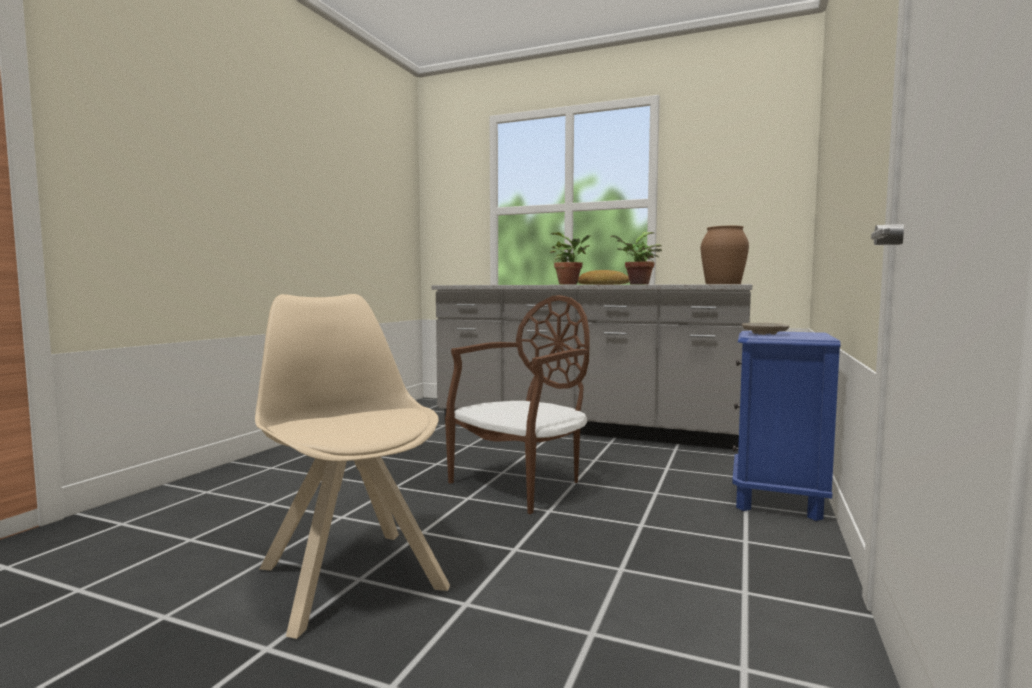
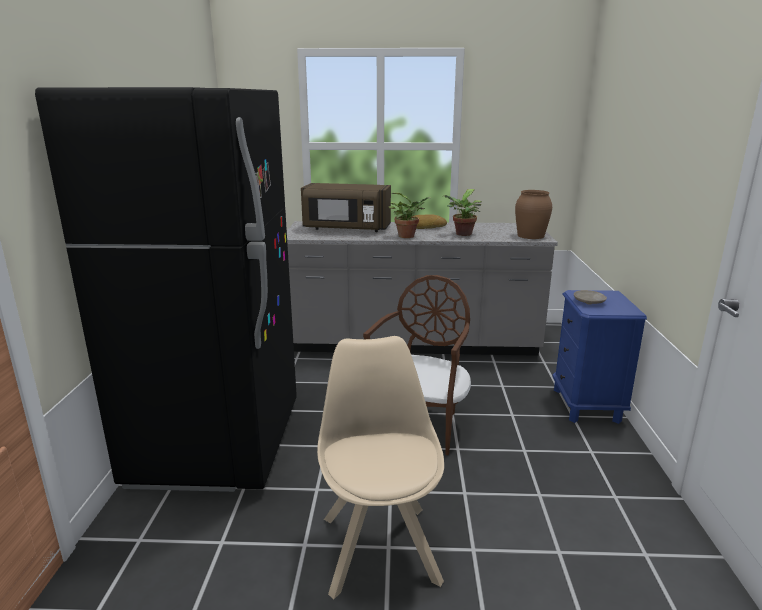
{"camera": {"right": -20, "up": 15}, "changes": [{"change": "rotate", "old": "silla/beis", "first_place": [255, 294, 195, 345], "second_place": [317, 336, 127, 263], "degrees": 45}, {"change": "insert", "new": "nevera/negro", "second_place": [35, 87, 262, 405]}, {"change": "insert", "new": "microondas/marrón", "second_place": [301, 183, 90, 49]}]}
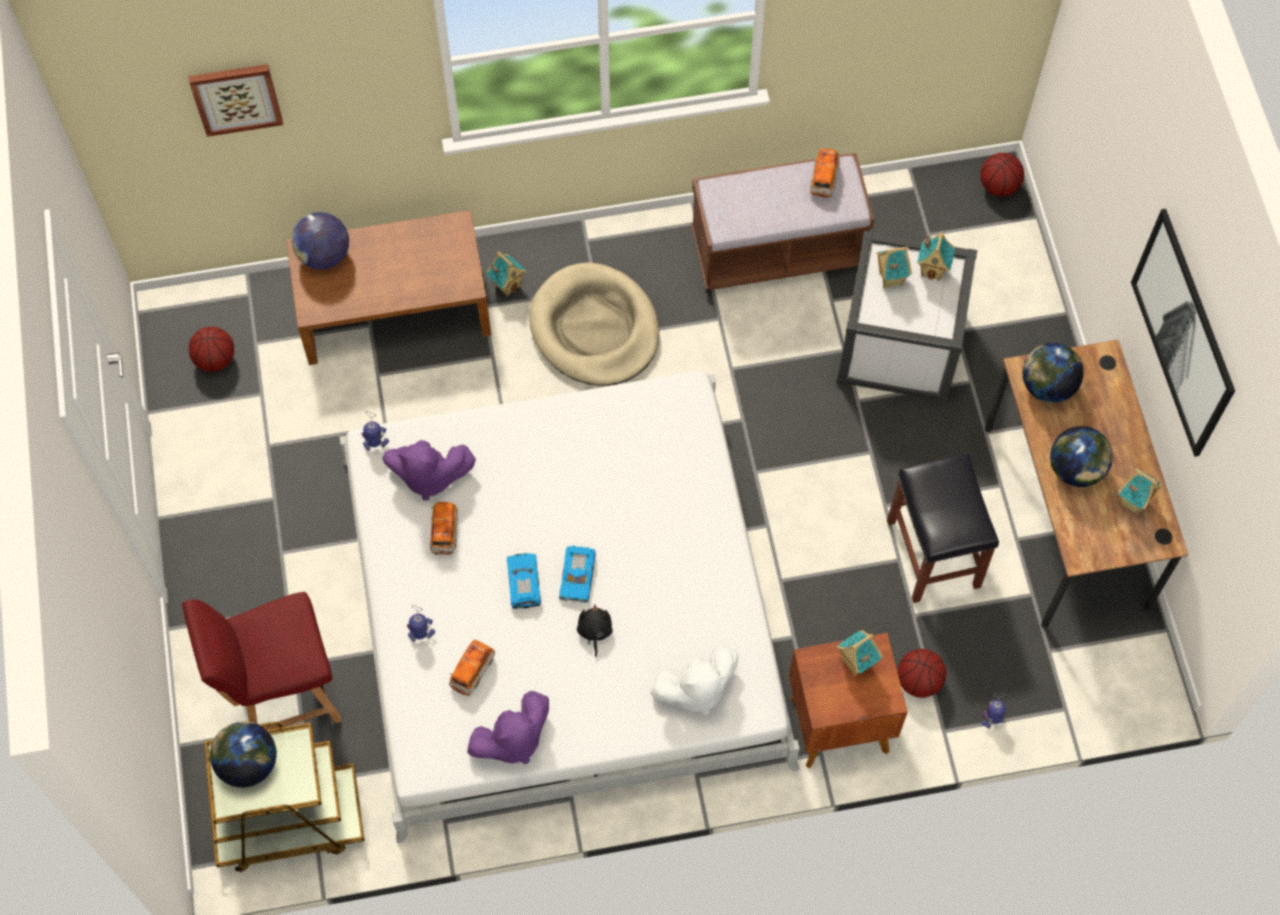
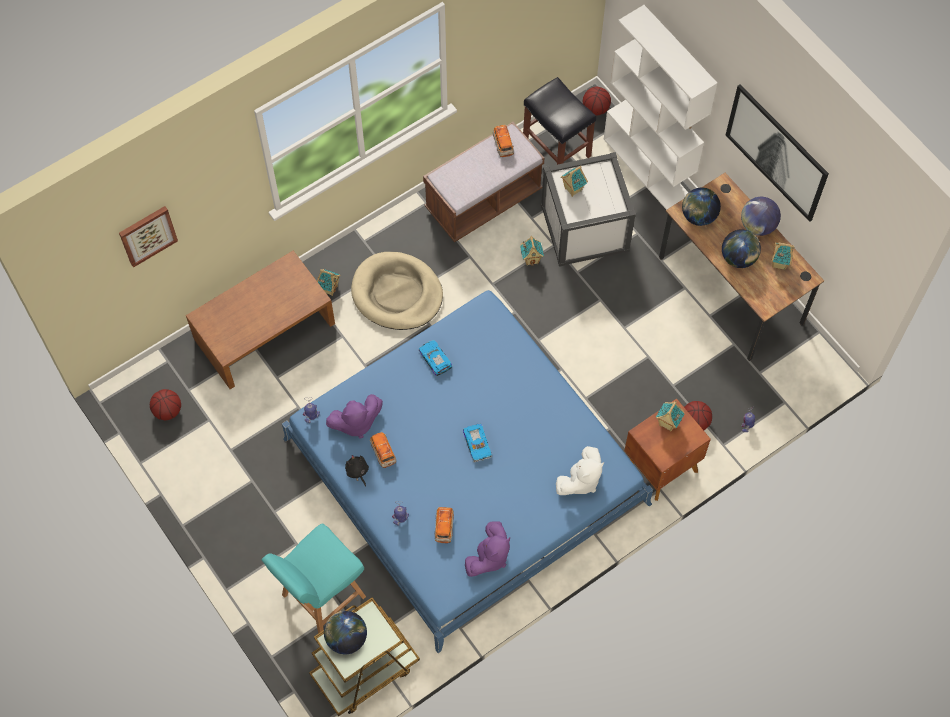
{"camera": {"right": -25, "up": 0}, "changes": [{"change": "recolor", "old": "silla/rojo", "new": "silla/turquesa", "first_place": [182, 592, 160, 138], "second_place": [261, 523, 105, 111]}, {"change": "move", "old": "globo terráqueo", "first_place": [291, 212, 58, 58], "second_place": [741, 197, 40, 39]}, {"change": "recolor", "old": "cama/blanco", "new": "cama/azul", "first_place": [339, 371, 461, 472], "second_place": [282, 290, 371, 363]}, {"change": "move", "old": "coche de juguete", "first_place": [506, 553, 35, 55], "second_place": [418, 340, 34, 36]}, {"change": "move", "old": "peluche/negro", "first_place": [577, 604, 36, 53], "second_place": [345, 455, 24, 31]}, {"change": "move", "old": "taburete/negro", "first_place": [887, 454, 112, 149], "second_place": [523, 77, 73, 88]}, {"change": "move", "old": "casita", "first_place": [917, 232, 38, 49], "second_place": [520, 236, 24, 30]}, {"change": "insert", "new": "estantería/blanco", "second_place": [604, 5, 113, 205]}]}
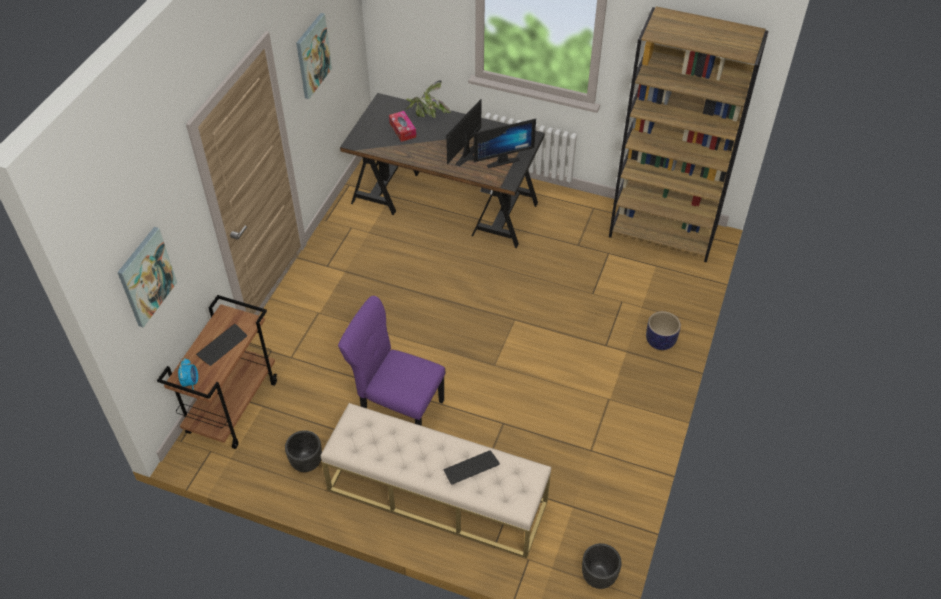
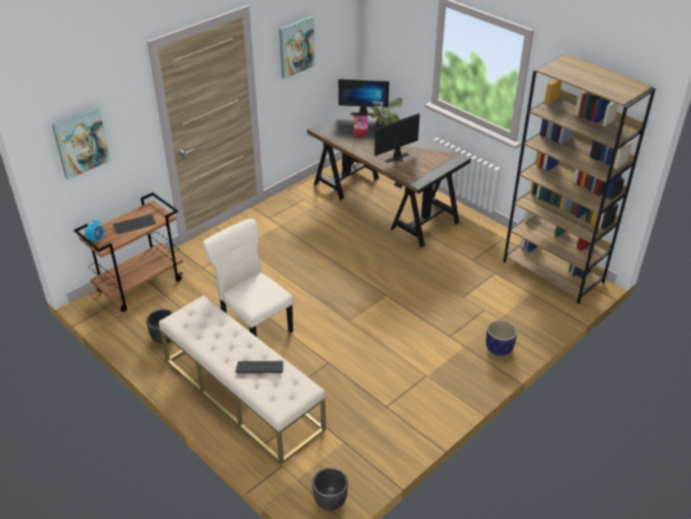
{"camera": {"right": 25, "up": -10}, "changes": [{"change": "recolor", "old": "silla/morado", "new": "silla/beis", "first_place": [338, 296, 107, 130], "second_place": [203, 218, 90, 119]}, {"change": "move", "old": "monitor", "first_place": [474, 119, 62, 49], "second_place": [338, 79, 51, 37]}]}
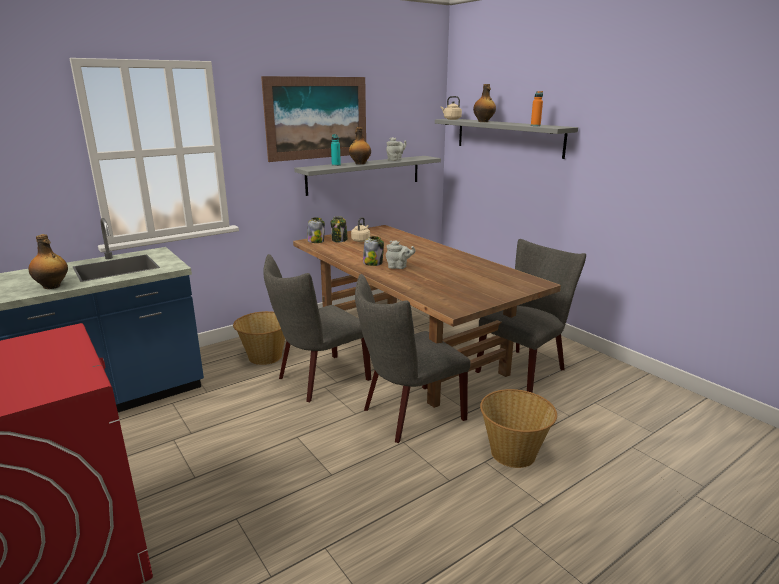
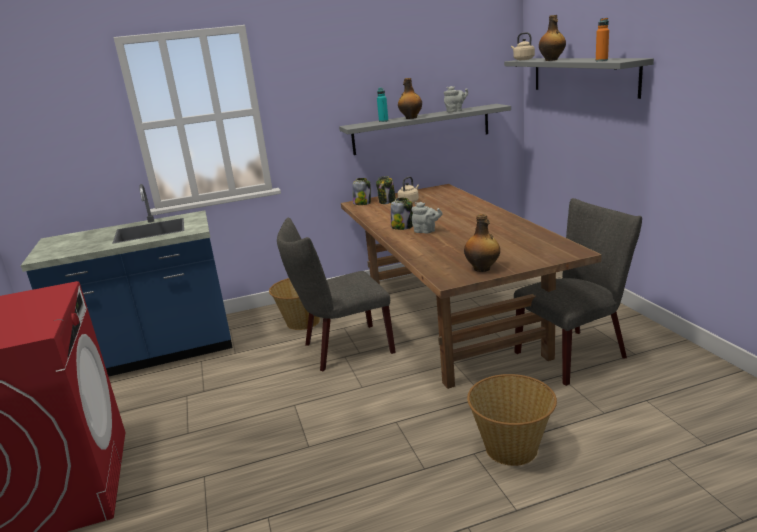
{"camera": {"right": 20, "up": 0}, "changes": [{"change": "move", "old": "botella", "first_place": [29, 234, 39, 55], "second_place": [464, 214, 36, 58]}, {"change": "delete", "old": "cuadro", "first_place": [261, 76, 105, 86]}, {"change": "delete", "old": "silla/gris", "first_place": [355, 274, 116, 169]}]}
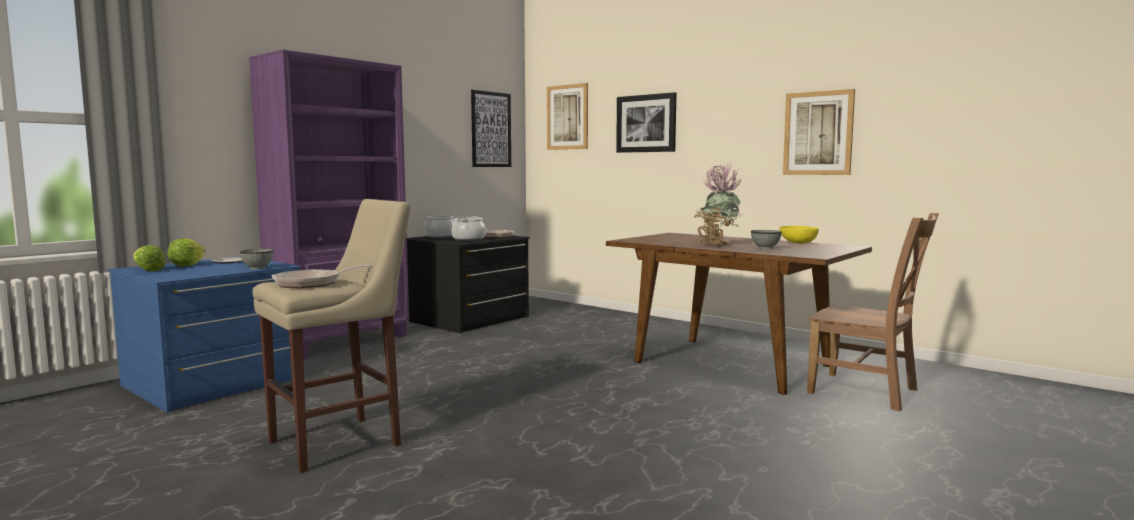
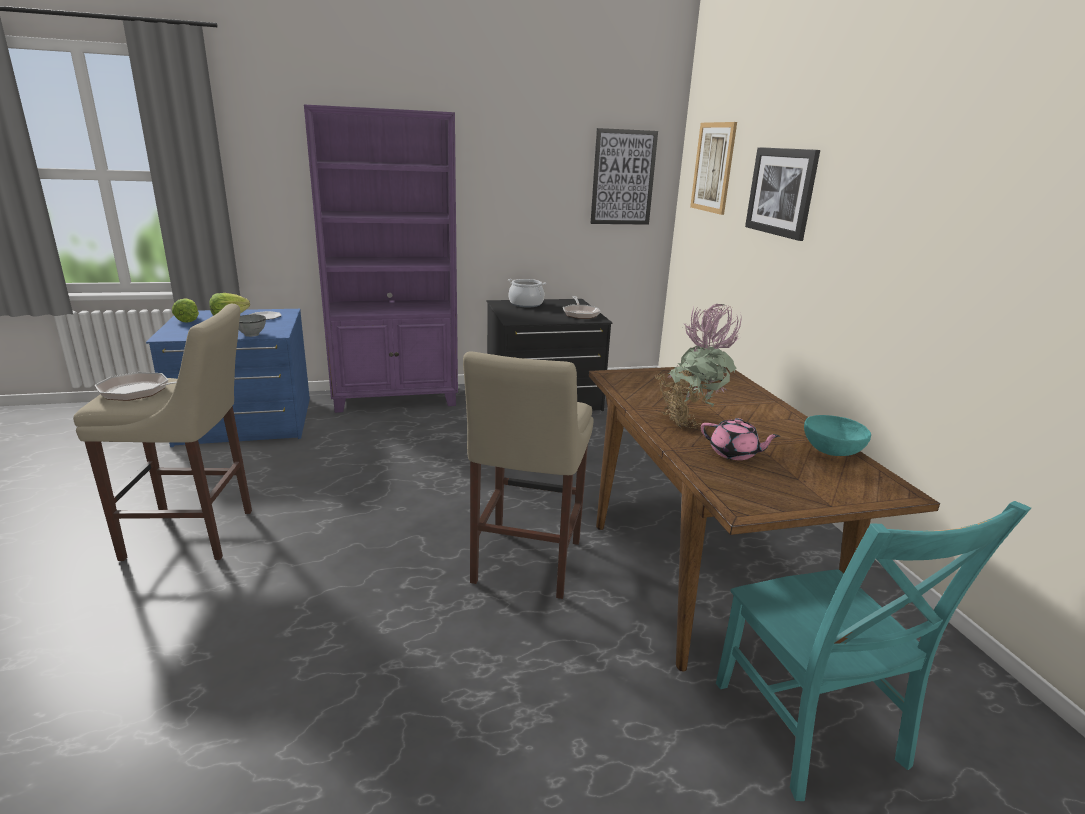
{"camera": {"right": 35, "up": 15}, "changes": [{"change": "delete", "old": "olla", "first_place": [452, 216, 34, 25]}, {"change": "replace", "old": "cuenco/gris", "new": "tetera/rosa", "first_place": [751, 230, 31, 19], "second_place": [701, 418, 79, 42]}, {"change": "recolor", "old": "cuenco/amarillo", "new": "cuenco/turquesa", "first_place": [779, 226, 40, 18], "second_place": [804, 415, 67, 41]}, {"change": "delete", "old": "cuadro", "first_place": [783, 89, 72, 86]}, {"change": "recolor", "old": "silla/marrón", "new": "silla/turquesa", "first_place": [807, 213, 132, 198], "second_place": [716, 501, 315, 300]}, {"change": "insert", "new": "taburete/beis", "second_place": [463, 351, 131, 248]}]}
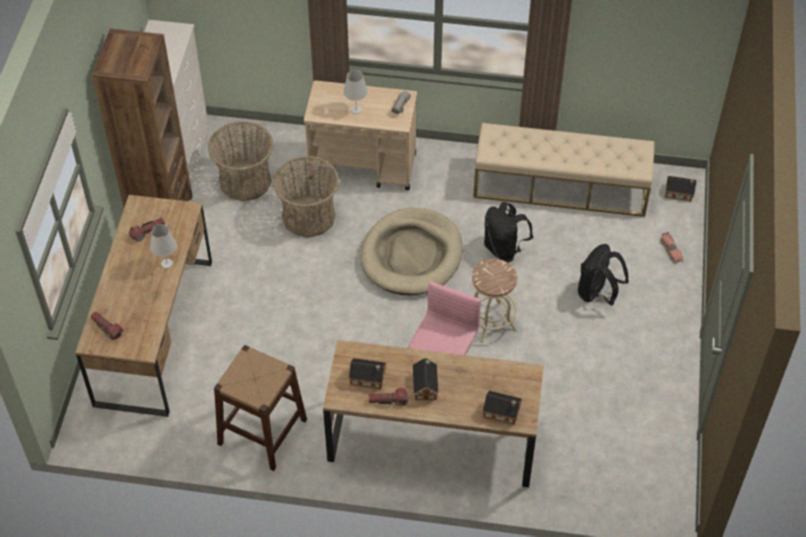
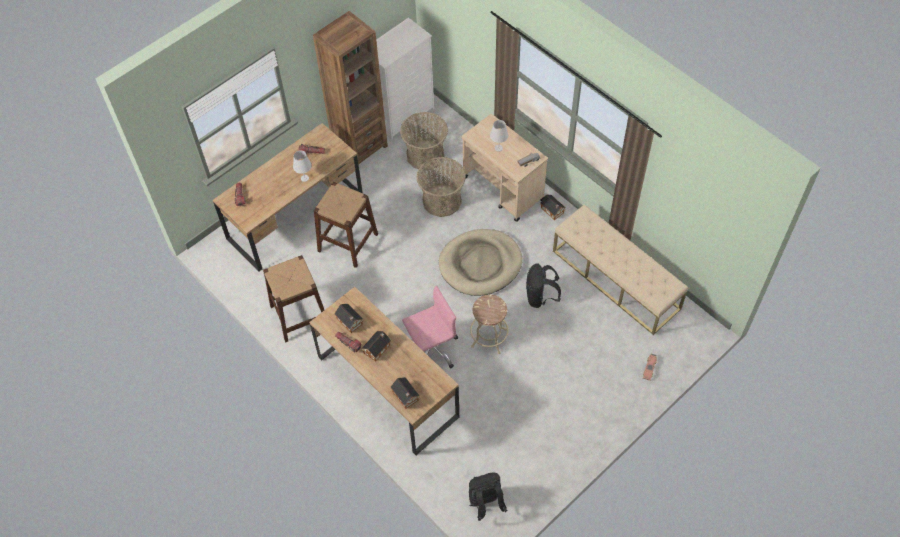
{"camera": {"right": 40, "up": 5}, "changes": [{"change": "move", "old": "mochila/negro", "first_place": [578, 244, 51, 61], "second_place": [469, 473, 38, 48]}, {"change": "move", "old": "casita", "first_place": [665, 176, 32, 25], "second_place": [540, 195, 26, 25]}, {"change": "insert", "new": "taburete/marrón", "second_place": [314, 182, 64, 86]}]}
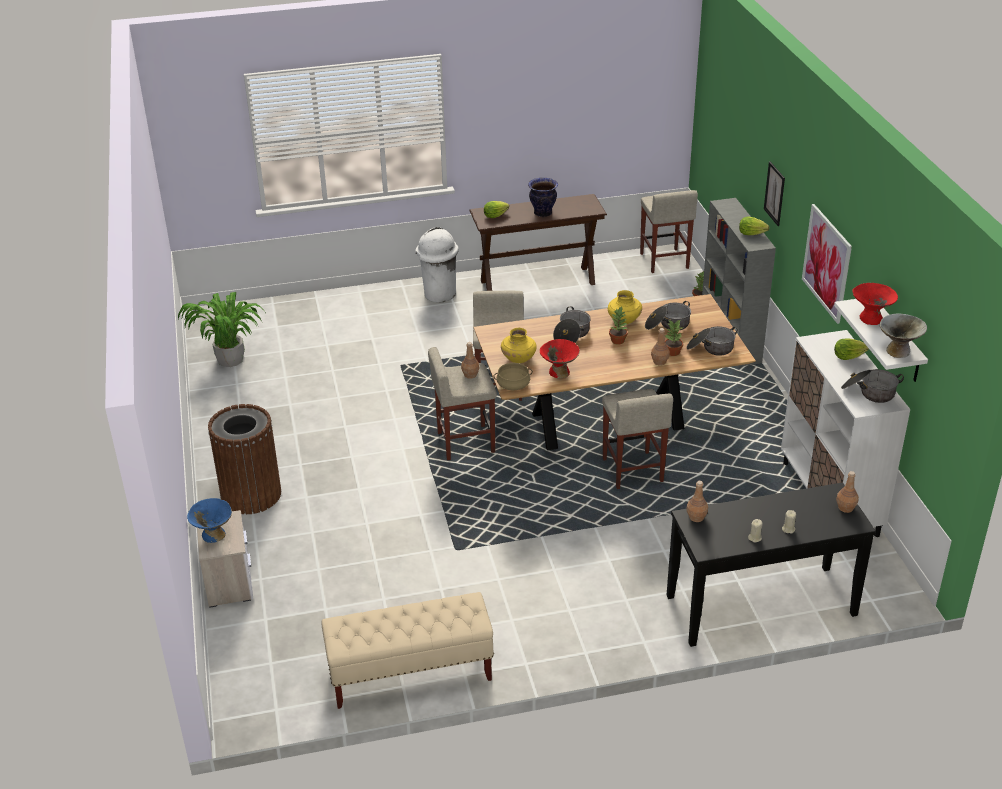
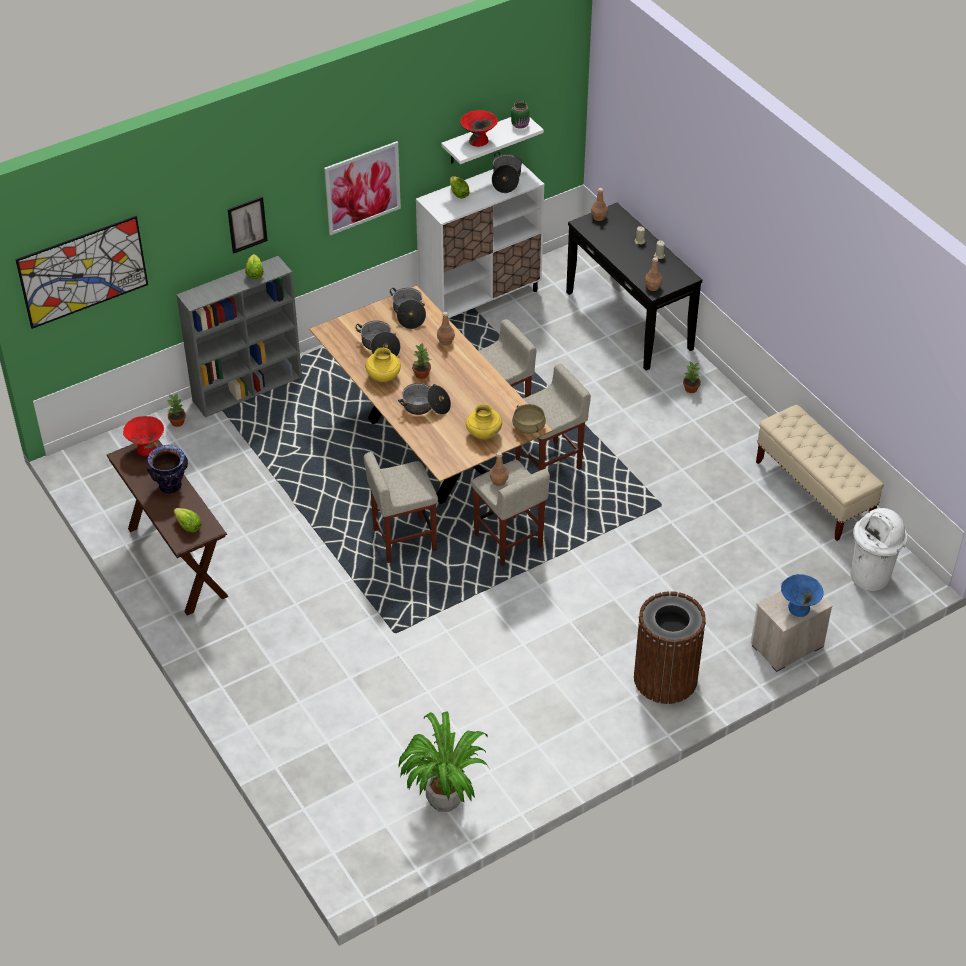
{"camera": {"right": -110, "up": 10}, "changes": [{"change": "move", "old": "papelera/blanco", "first_place": [415, 227, 44, 76], "second_place": [851, 508, 57, 83]}, {"change": "move", "old": "cuenco/rojo", "first_place": [540, 339, 40, 39], "second_place": [123, 416, 41, 40]}, {"change": "move", "old": "taburete/beis", "first_place": [640, 190, 58, 83], "second_place": [515, 364, 76, 107]}, {"change": "move", "old": "planta en maceta", "first_place": [665, 320, 18, 36], "second_place": [683, 362, 18, 31]}, {"change": "replace", "old": "cuenco/gris", "new": "tarro/verde", "first_place": [880, 314, 47, 44], "second_place": [511, 101, 19, 28]}, {"change": "insert", "new": "cuadro", "second_place": [15, 216, 133, 113]}]}
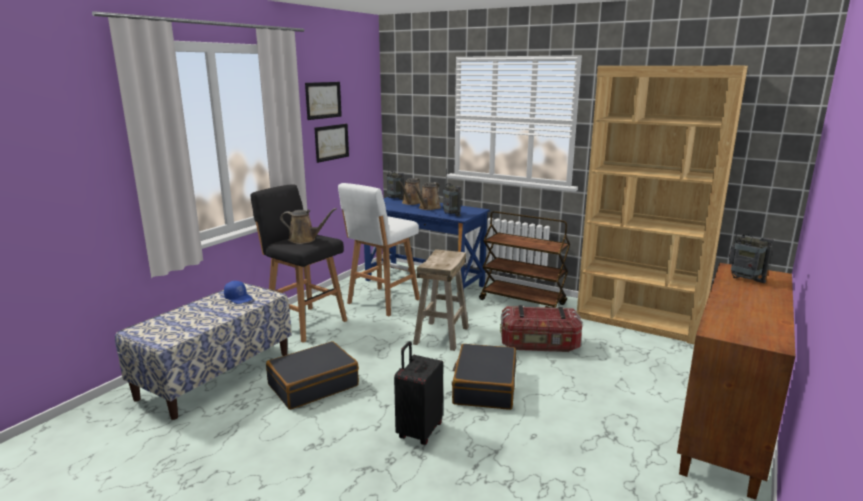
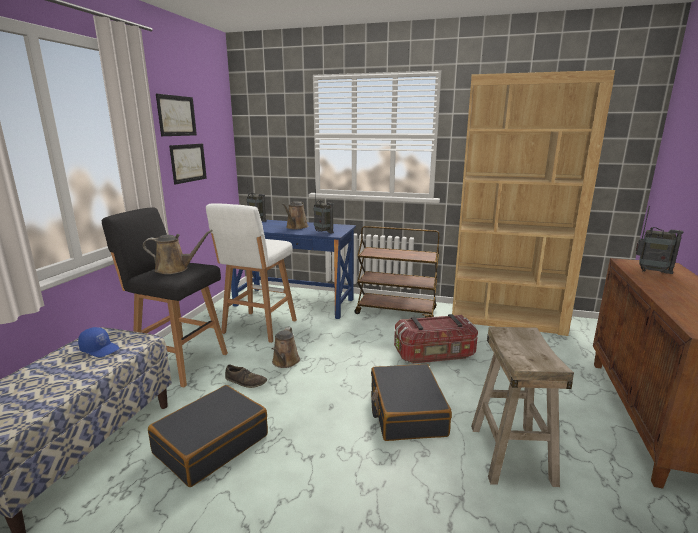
{"camera": {"right": -15, "up": 0}, "changes": [{"change": "delete", "old": "maleta/negro", "first_place": [394, 341, 49, 104]}, {"change": "move", "old": "regadera/marrón", "first_place": [398, 178, 23, 27], "second_place": [271, 327, 29, 41]}, {"change": "move", "old": "taburete/beis", "first_place": [413, 249, 56, 102], "second_place": [471, 327, 103, 160]}, {"change": "insert", "new": "zapato/marrón", "second_place": [225, 365, 42, 23]}]}
